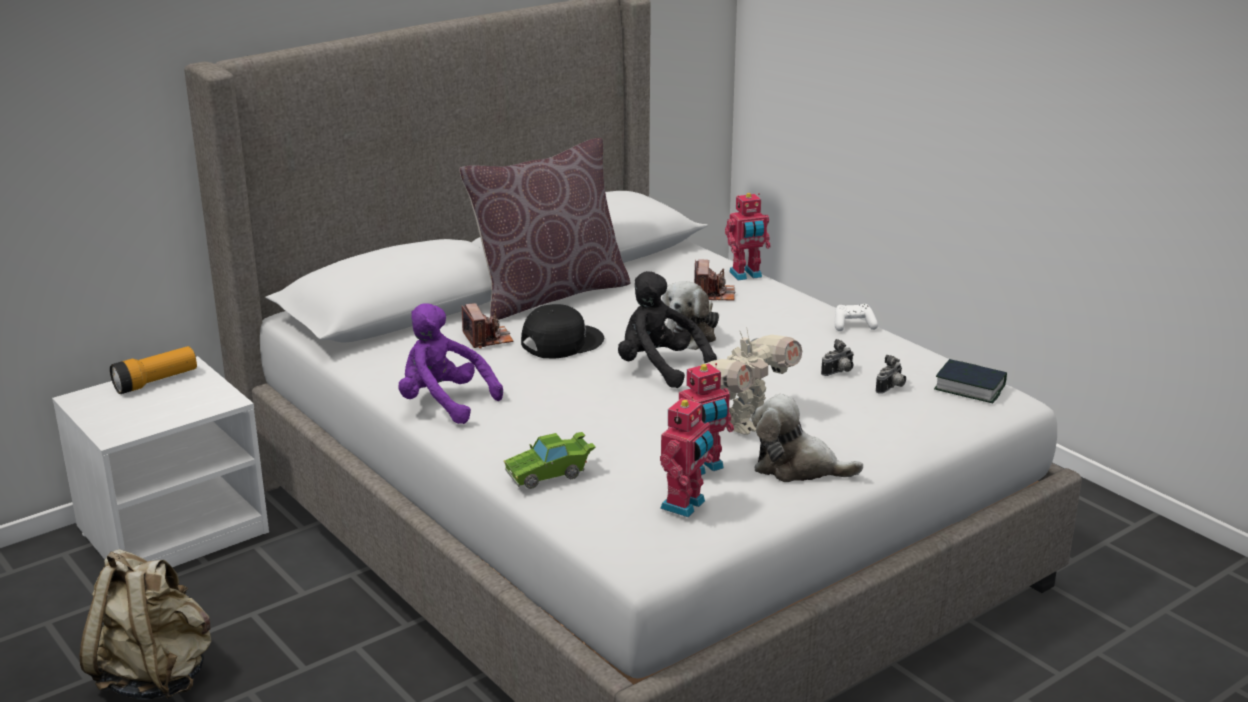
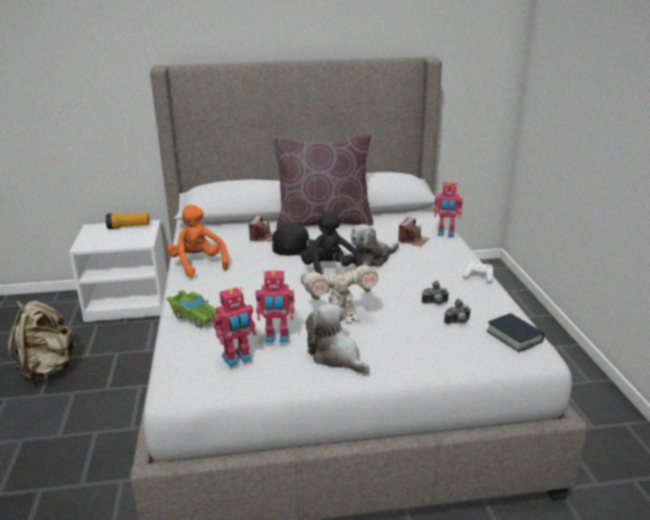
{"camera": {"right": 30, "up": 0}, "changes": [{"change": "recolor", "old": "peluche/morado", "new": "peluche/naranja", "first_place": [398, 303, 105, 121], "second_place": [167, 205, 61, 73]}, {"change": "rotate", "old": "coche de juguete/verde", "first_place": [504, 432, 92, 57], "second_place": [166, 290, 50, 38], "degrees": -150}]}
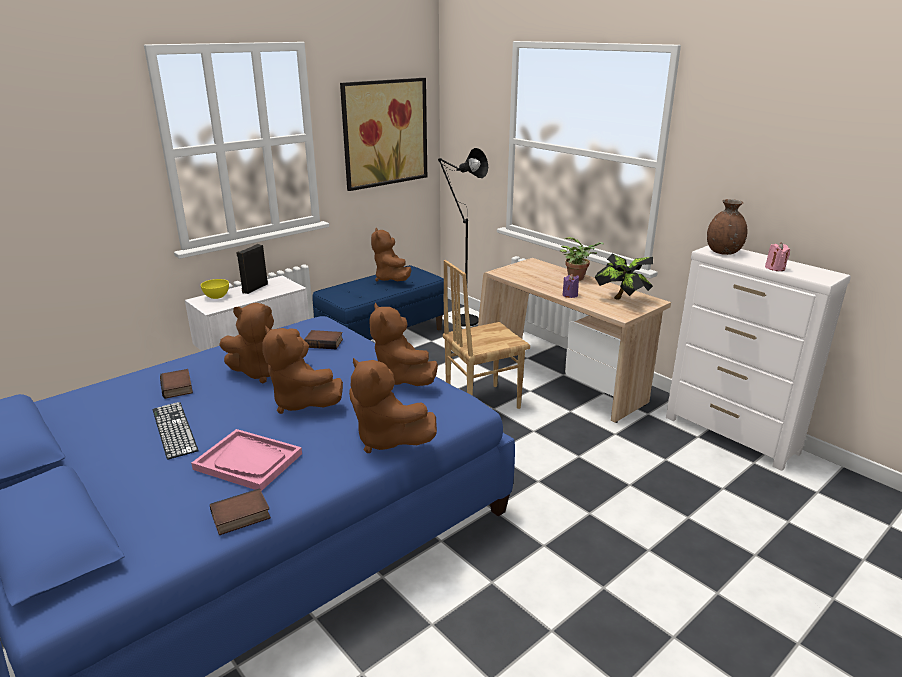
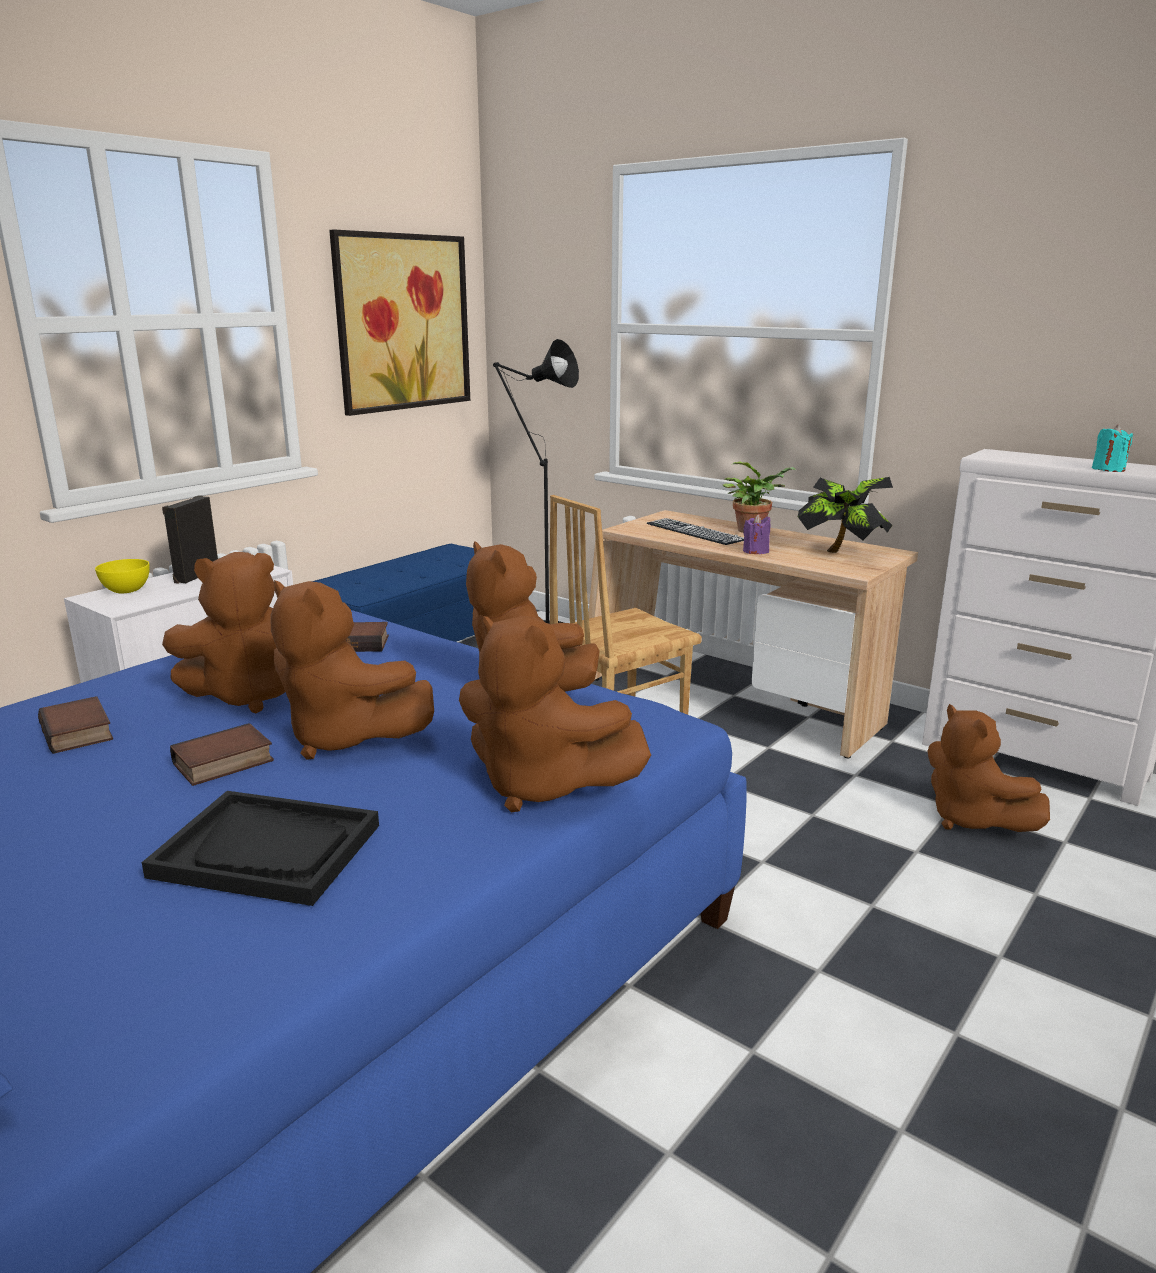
{"camera": {"right": -10, "up": -5}, "changes": [{"change": "move", "old": "teclado", "first_place": [153, 402, 46, 58], "second_place": [647, 518, 97, 27]}, {"change": "recolor", "old": "bandeja/rosa", "new": "bandeja/negro", "first_place": [191, 429, 111, 62], "second_place": [142, 791, 237, 115]}, {"change": "move", "old": "libro", "first_place": [210, 488, 61, 47], "second_place": [170, 723, 104, 63]}, {"change": "move", "old": "peluche/marrón", "first_place": [371, 228, 40, 54], "second_place": [927, 704, 123, 128]}, {"change": "delete", "old": "florero/marrón", "first_place": [707, 199, 40, 56]}, {"change": "recolor", "old": "vela/rosa", "new": "vela/turquesa", "first_place": [765, 242, 25, 29], "second_place": [1092, 425, 41, 47]}]}
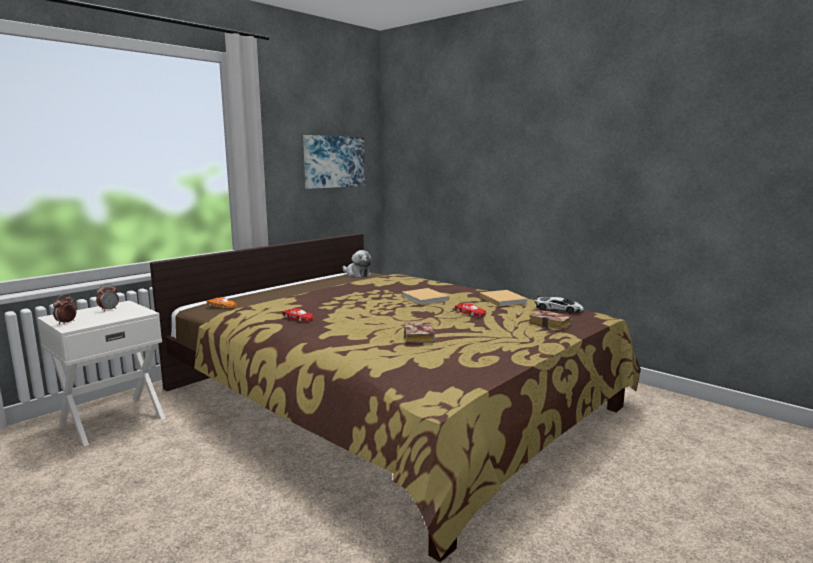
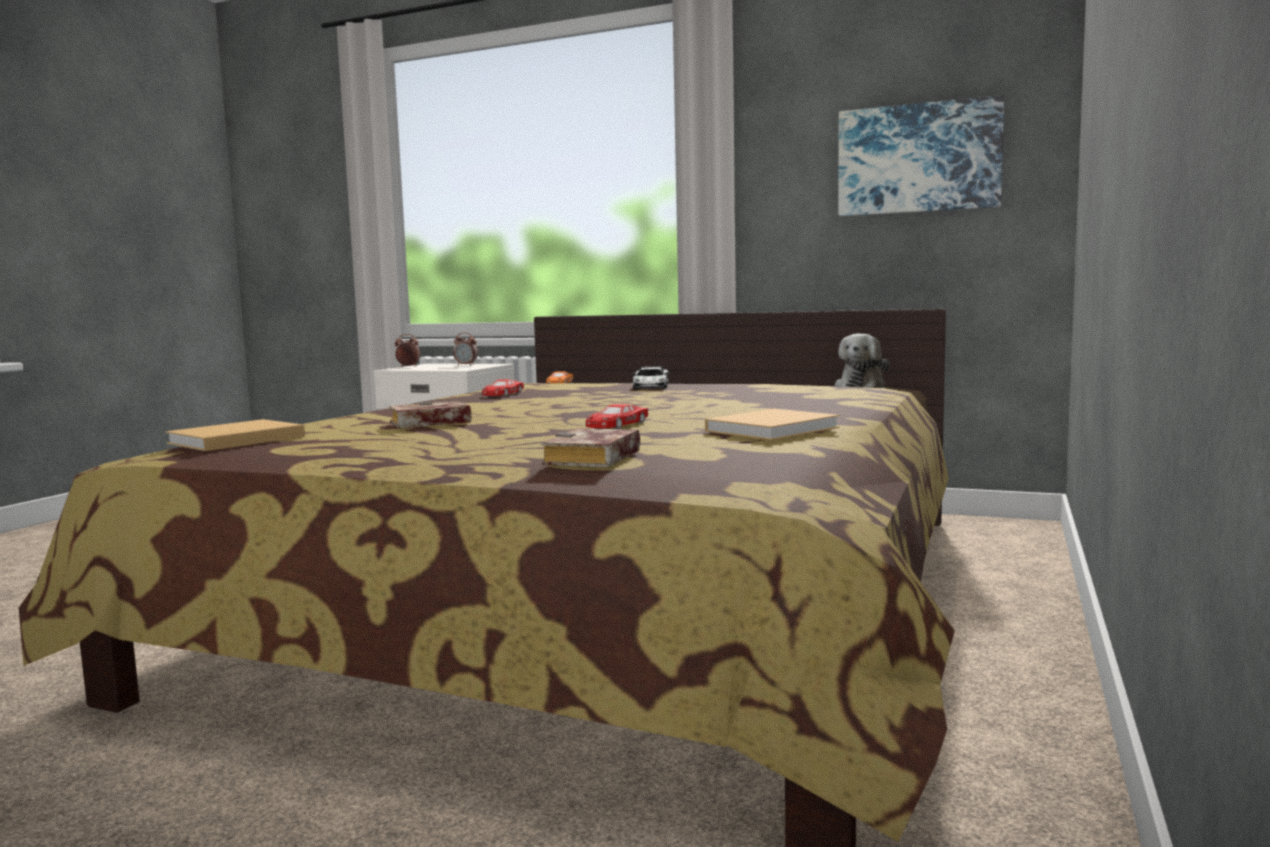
{"camera": {"right": 70, "up": -5}, "changes": [{"change": "move", "old": "libro/beis", "first_place": [402, 288, 47, 17], "second_place": [166, 419, 139, 32]}, {"change": "move", "old": "coche de juguete", "first_place": [535, 296, 49, 17], "second_place": [632, 366, 37, 23]}]}
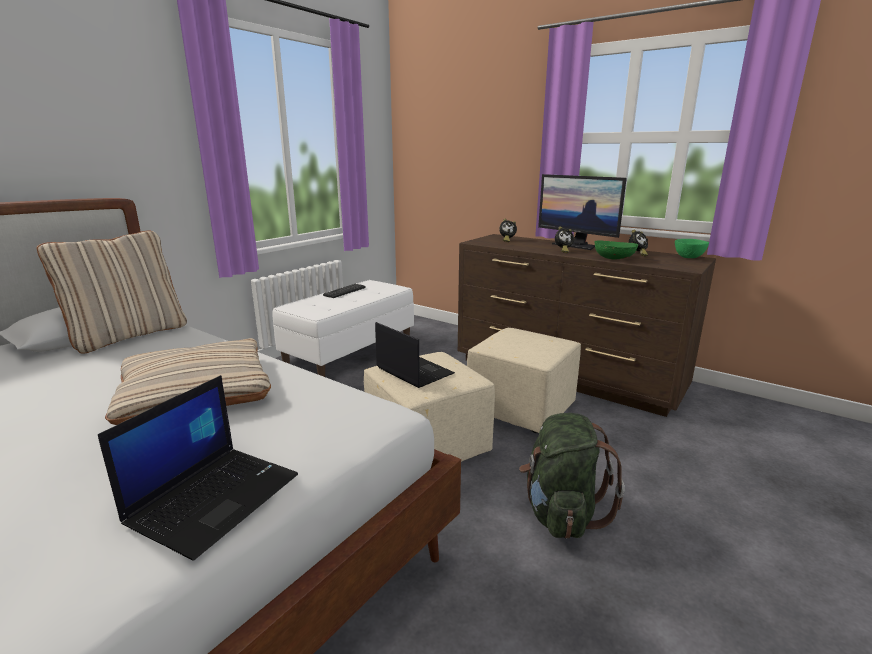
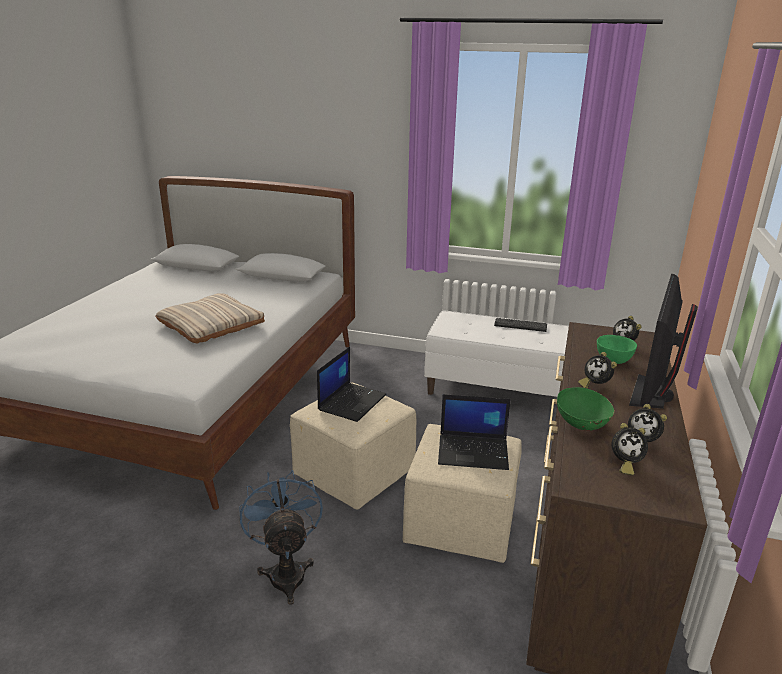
{"camera": {"right": 70, "up": 5}, "changes": [{"change": "delete", "old": "cojín/beis", "first_place": [37, 230, 150, 124]}, {"change": "move", "old": "portátil", "first_place": [98, 375, 200, 186], "second_place": [438, 394, 73, 76]}, {"change": "replace", "old": "mochila/verde", "new": "ventilador/azul", "first_place": [519, 413, 106, 126], "second_place": [239, 470, 84, 135]}, {"change": "move", "old": "cuenco/verde", "first_place": [675, 239, 34, 19], "second_place": [597, 335, 40, 29]}, {"change": "insert", "new": "despertador", "second_place": [612, 423, 36, 53]}]}
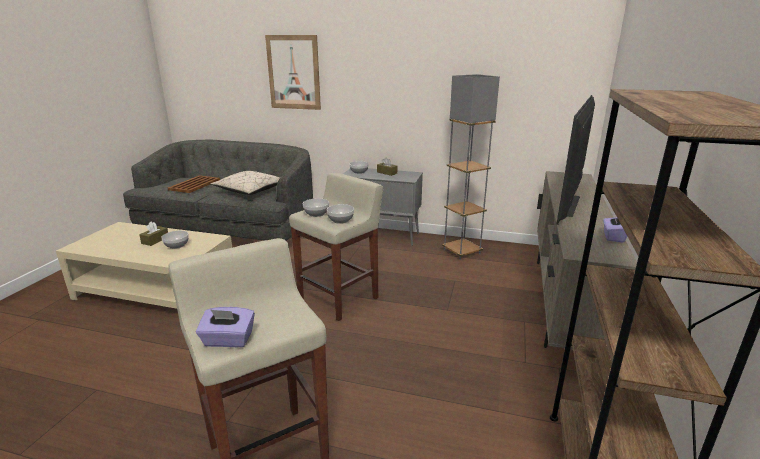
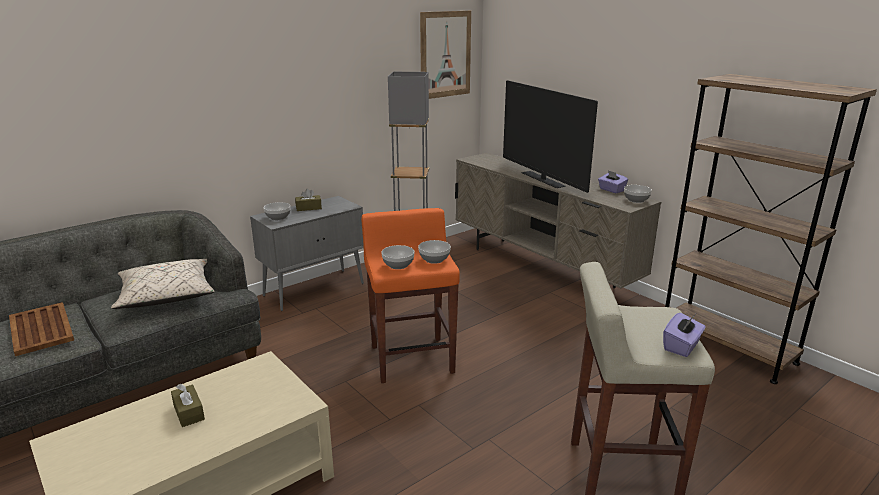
{"camera": {"right": -55, "up": 0}, "changes": [{"change": "move", "old": "cuenco", "first_place": [161, 231, 28, 18], "second_place": [624, 185, 28, 18]}, {"change": "move", "old": "cuadro", "first_place": [265, 35, 56, 75], "second_place": [420, 11, 51, 88]}, {"change": "recolor", "old": "taburete/beis", "new": "taburete/naranja", "first_place": [289, 173, 94, 148], "second_place": [361, 208, 99, 175]}]}
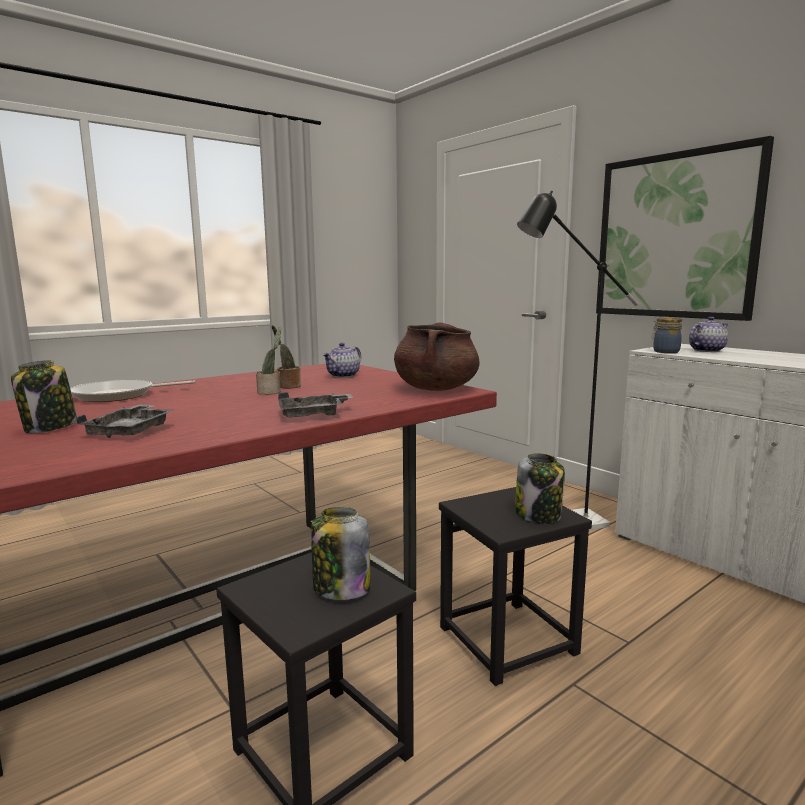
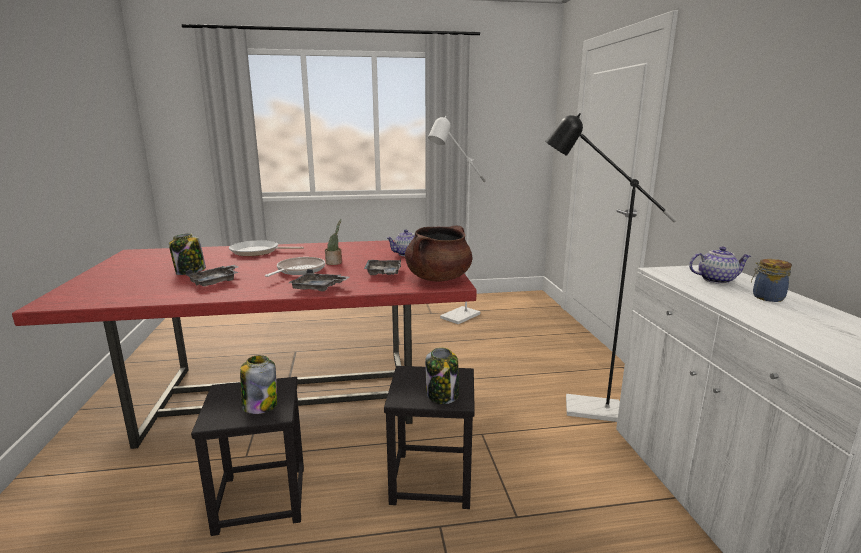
{"camera": {"right": 30, "up": 5}, "changes": [{"change": "delete", "old": "planta en maceta", "first_place": [272, 325, 29, 64]}, {"change": "delete", "old": "cuadro", "first_place": [596, 136, 178, 185]}, {"change": "move", "old": "tarro", "first_place": [651, 317, 31, 36], "second_place": [751, 259, 41, 43]}, {"change": "insert", "new": "sartén", "second_place": [265, 257, 60, 20]}, {"change": "insert", "new": "bandeja/gris", "second_place": [364, 259, 37, 16]}, {"change": "insert", "new": "lámpara de pie/blanco", "second_place": [428, 116, 58, 208]}]}
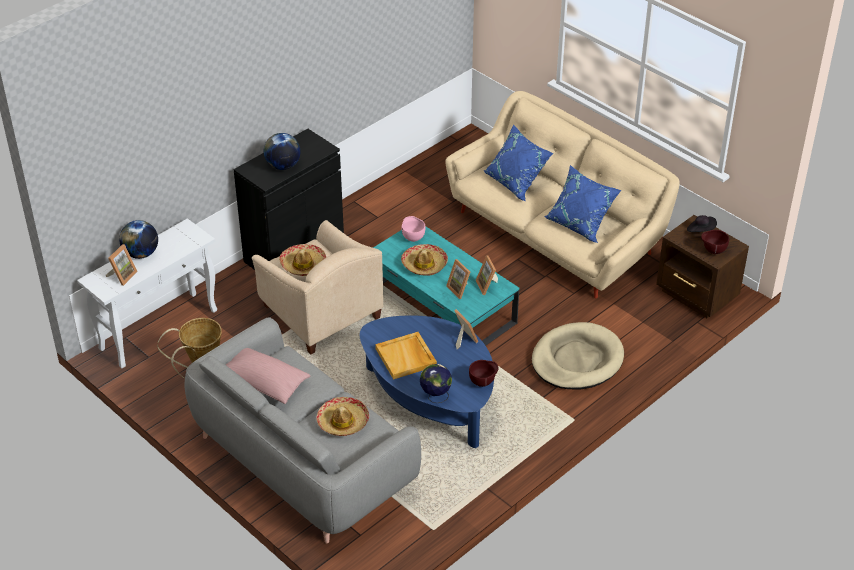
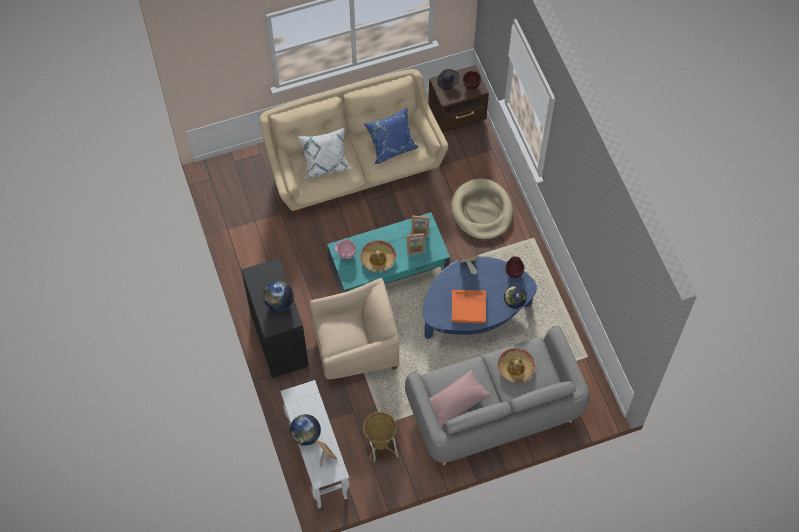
{"camera": {"right": -65, "up": 20}, "changes": [{"change": "delete", "old": "sombrero", "first_place": [279, 244, 47, 32]}, {"change": "recolor", "old": "bandeja/beis", "new": "bandeja/naranja", "first_place": [375, 332, 62, 48], "second_place": [452, 290, 34, 33]}, {"change": "recolor", "old": "cojín/azul", "new": "cojín/blanco", "first_place": [484, 124, 69, 78], "second_place": [297, 128, 55, 51]}]}
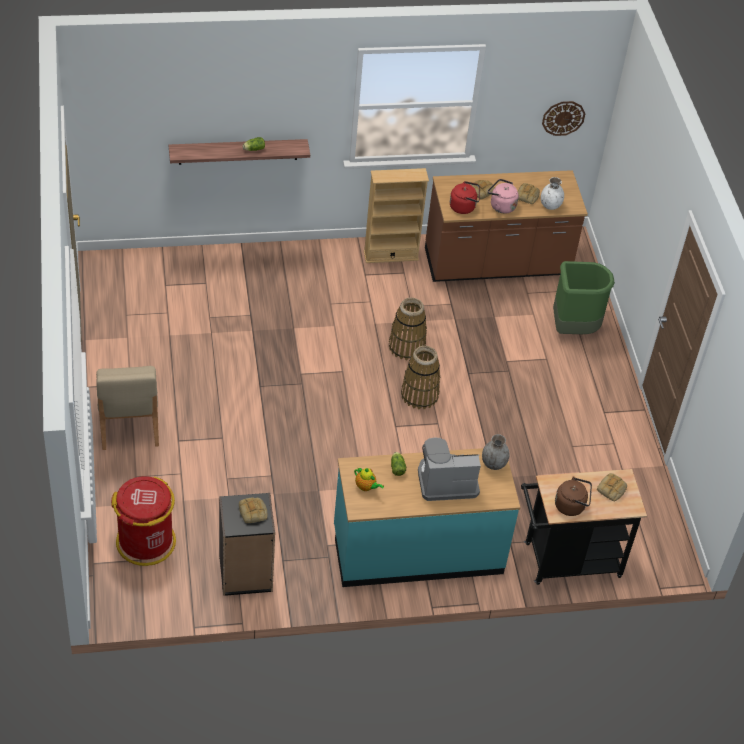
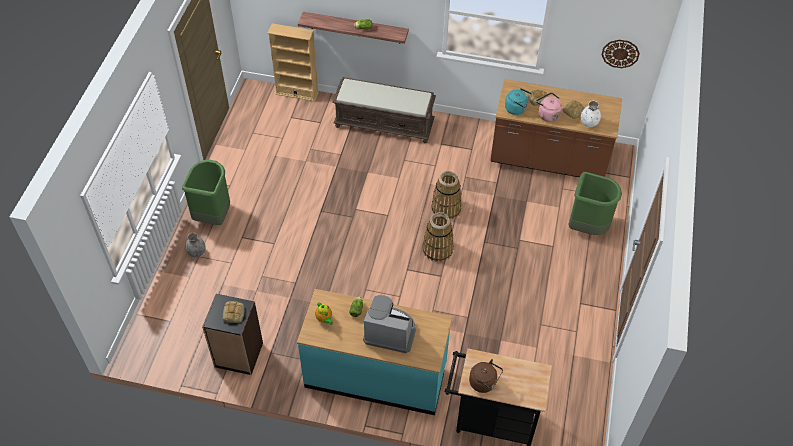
{"camera": {"right": 25, "up": 5}, "changes": [{"change": "replace", "old": "silla/beis", "new": "papelera/verde", "first_place": [96, 366, 63, 84], "second_place": [182, 160, 48, 65]}, {"change": "delete", "old": "papelera/rojo", "first_place": [111, 476, 65, 90]}, {"change": "move", "old": "estantería/beis", "first_place": [363, 168, 66, 95], "second_place": [268, 23, 51, 79]}, {"change": "recolor", "old": "hervidor/rojo", "new": "hervidor/turquesa", "first_place": [450, 181, 30, 33], "second_place": [505, 88, 27, 27]}, {"change": "move", "old": "florero/gris", "first_place": [482, 434, 28, 36], "second_place": [185, 233, 21, 24]}, {"change": "delete", "old": "pan", "first_place": [597, 473, 30, 28]}, {"change": "insert", "new": "banco/marrón", "second_place": [332, 77, 104, 66]}]}
